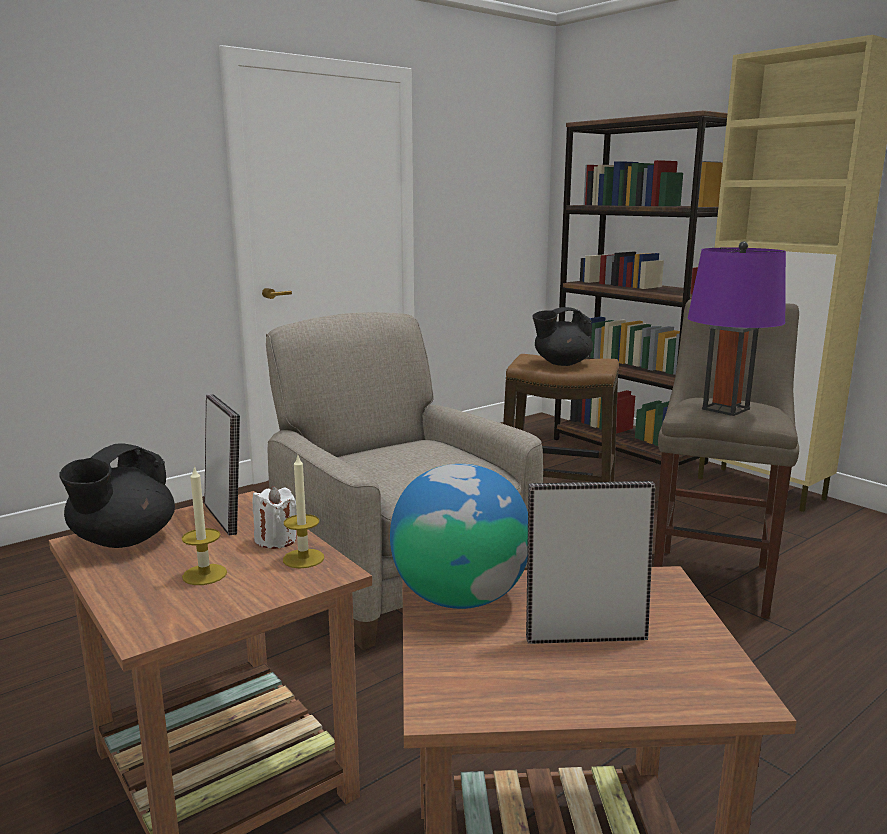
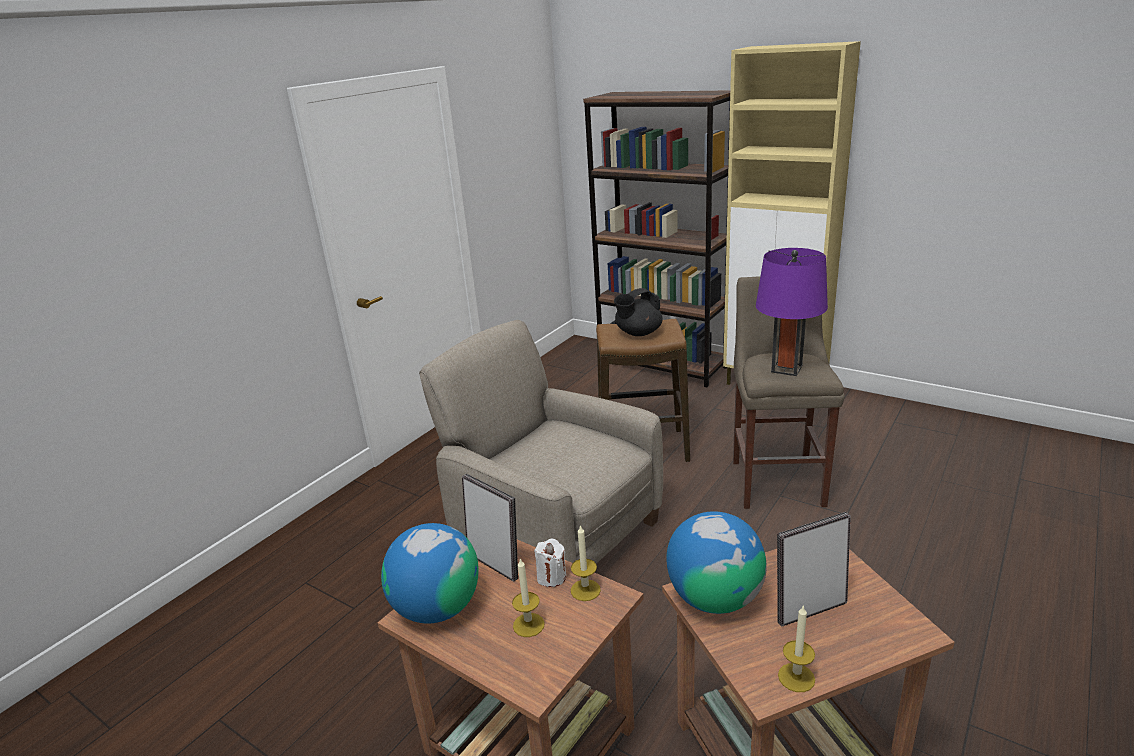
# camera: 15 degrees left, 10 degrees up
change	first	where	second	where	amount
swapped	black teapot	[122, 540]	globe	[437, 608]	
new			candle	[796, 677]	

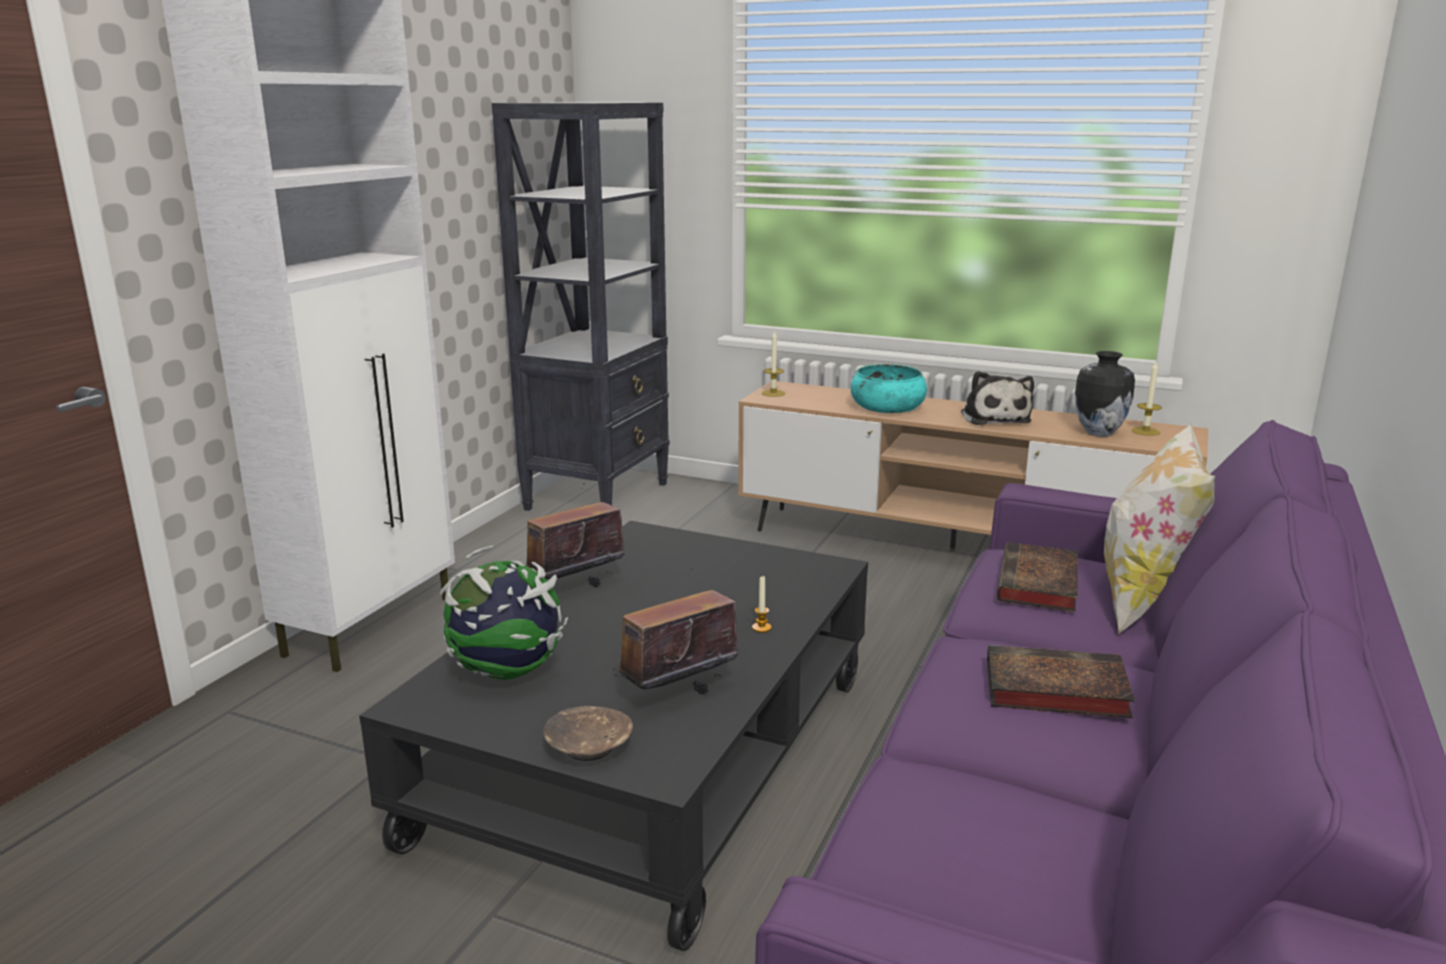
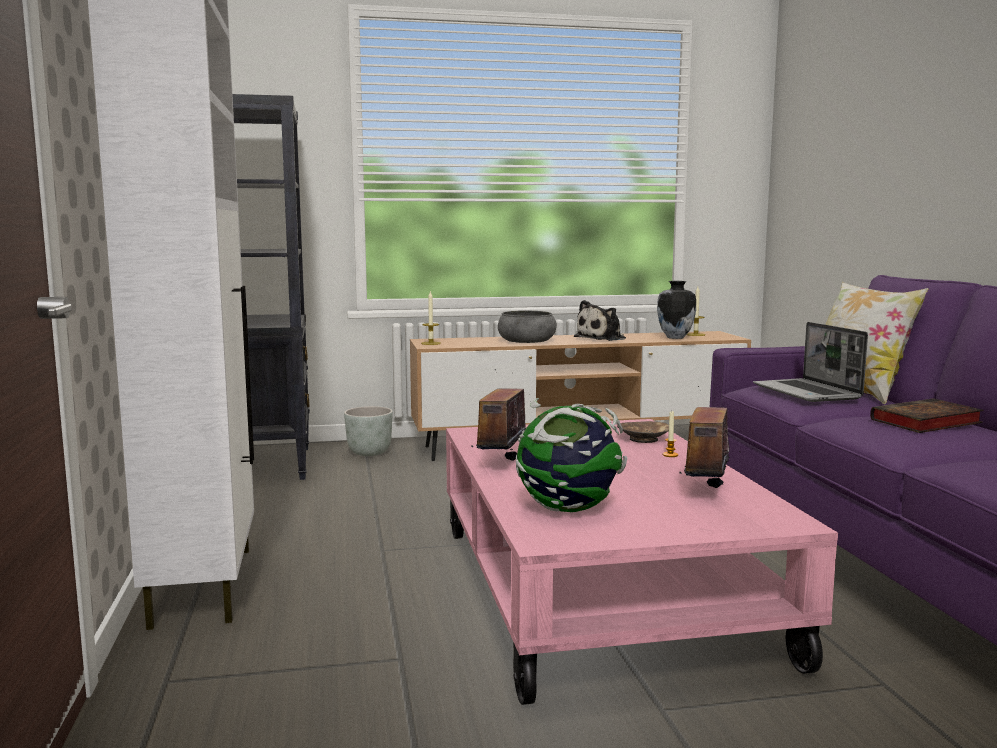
# camera: 35 degrees left, 10 degrees down
change	first	where	second	where	amount
repainted	black coffee table	[655, 759]	pink coffee table	[601, 591]	
shifted	brown bowl	[589, 747]		[644, 439]	
repainted	turquoise bowl	[887, 407]	grey bowl	[526, 341]	
rotated	plush toy	[994, 418]		[602, 338]	90 degrees clockwise
swapped	book	[1039, 585]	laptop	[808, 392]	
new			grey planter	[369, 453]	

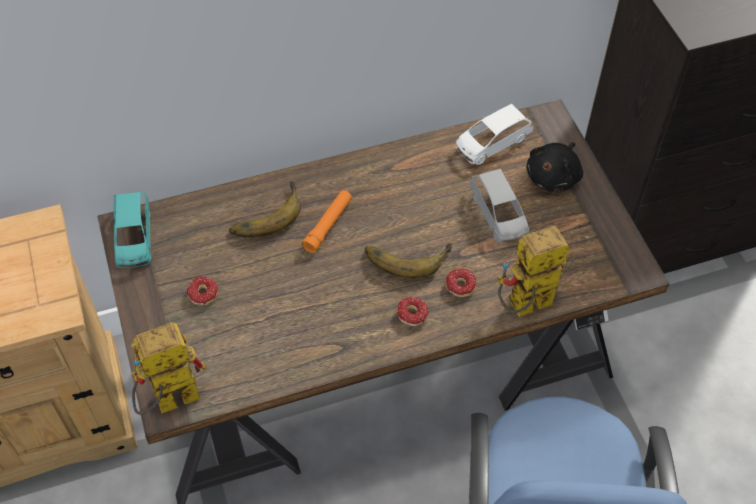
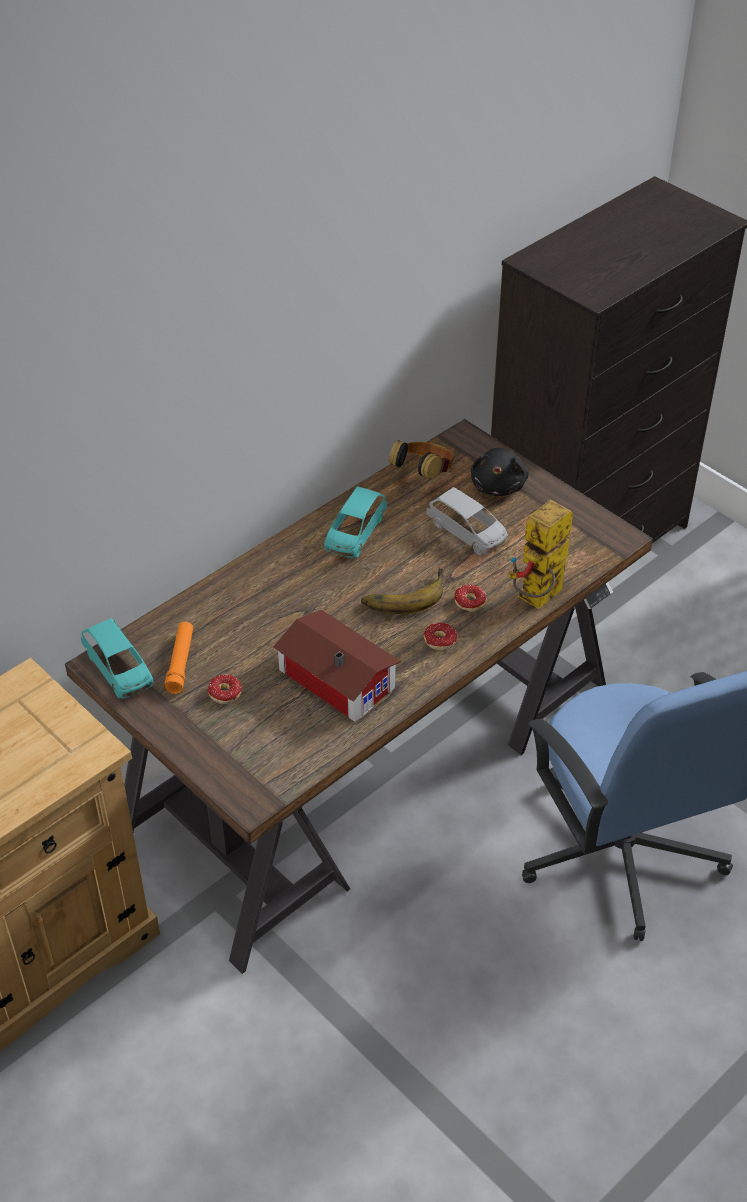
# camera: 25 degrees left, 10 degrees down
change	first	where	second	where	amount
gone	toy robot	[168, 403]			
gone	banana	[264, 214]			
shifted	orange flashlight	[328, 225]		[180, 662]	
swapped	white toy car	[492, 143]	headphones	[423, 475]	
new			toy house	[336, 675]	
new			turquoise toy car	[355, 534]	

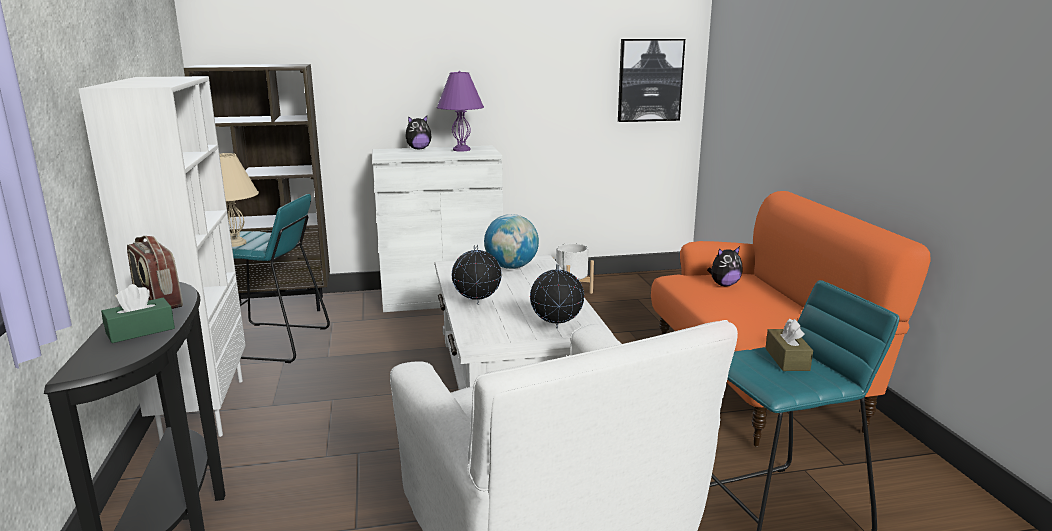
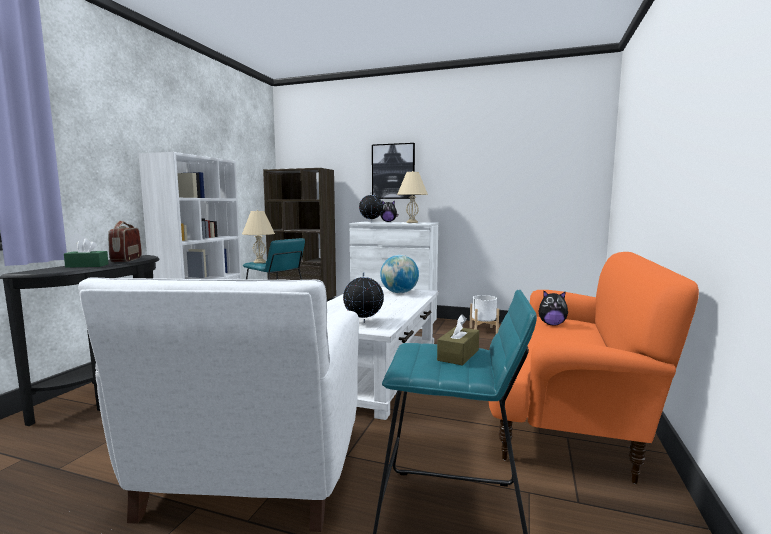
# camera: 30 degrees right, 10 degrees down
change	first	where	second	where	amount
repainted	purple table lamp	[461, 150]	beige table lamp	[411, 222]	
shifted	globe	[477, 304]		[371, 222]	
shifted	picture	[650, 80]		[393, 171]	

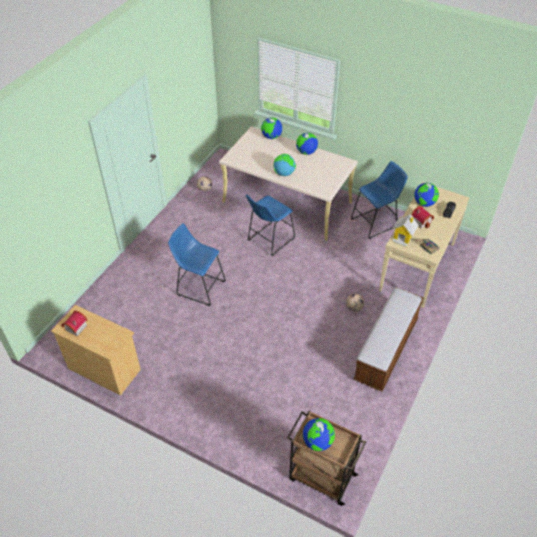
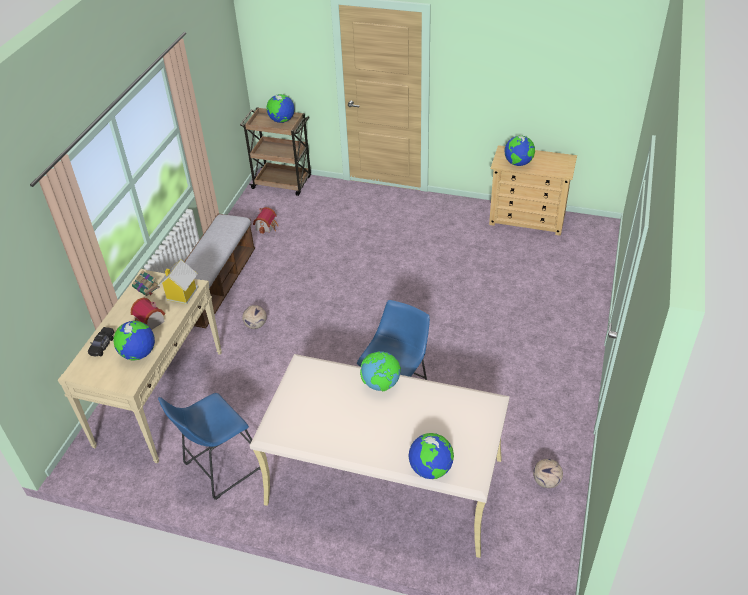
# camera: 170 degrees right, 5 degrees down
change	first	where	second	where	amount
shifted	toy house	[75, 328]		[267, 226]	
gone	blue stool	[199, 287]			
shifted	globe	[306, 152]		[518, 163]	

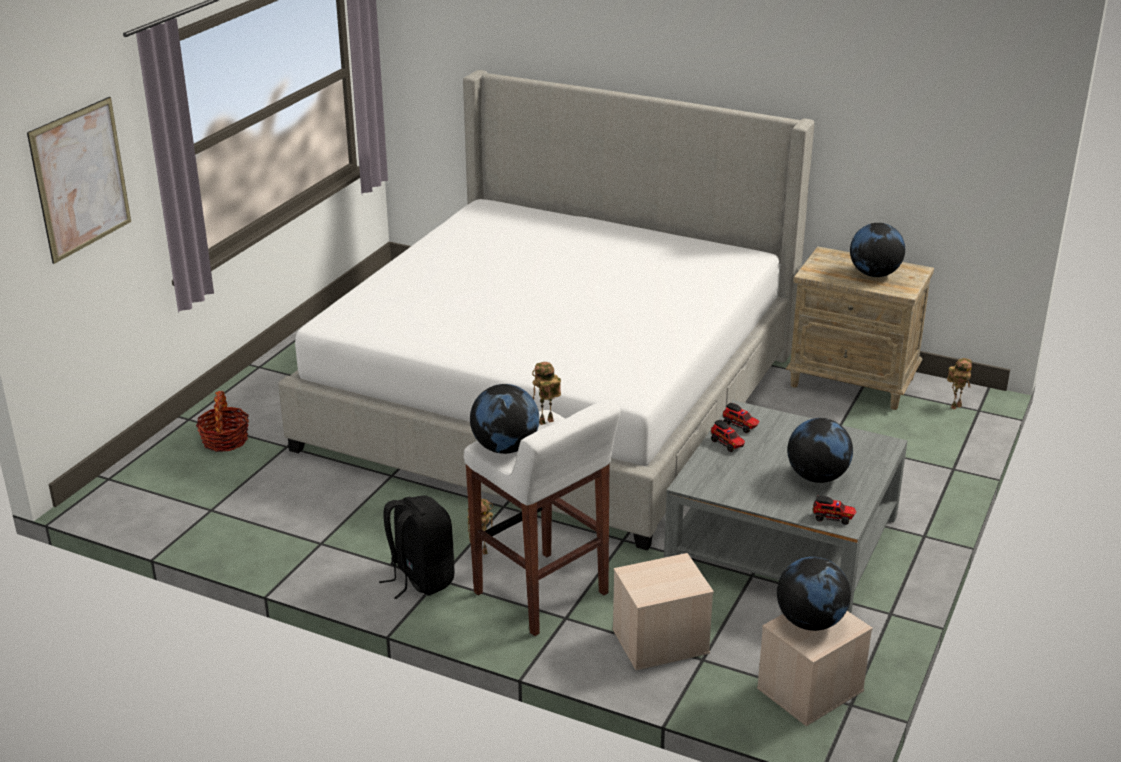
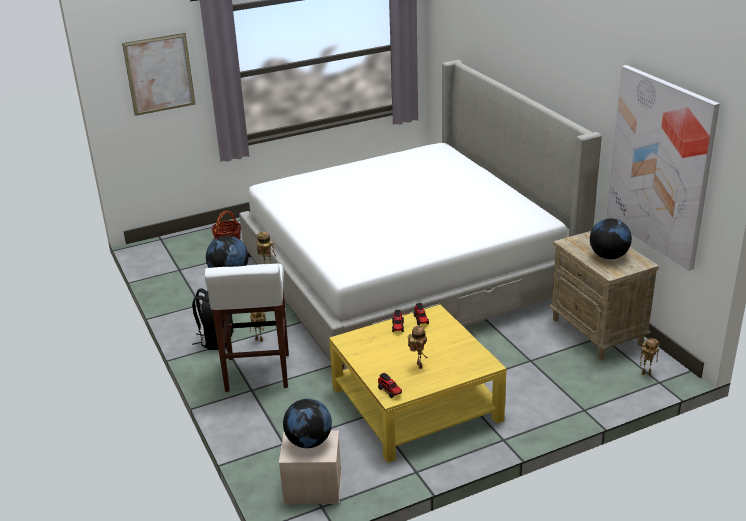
# camera: 40 degrees right, 0 degrees up
change	first	where	second	where	amount
gone	beige storage box	[659, 642]			
repainted	grey coffee table	[783, 541]	yellow coffee table	[415, 404]	
swapped	globe	[817, 477]	toy robot	[418, 365]	
new			picture	[660, 166]	

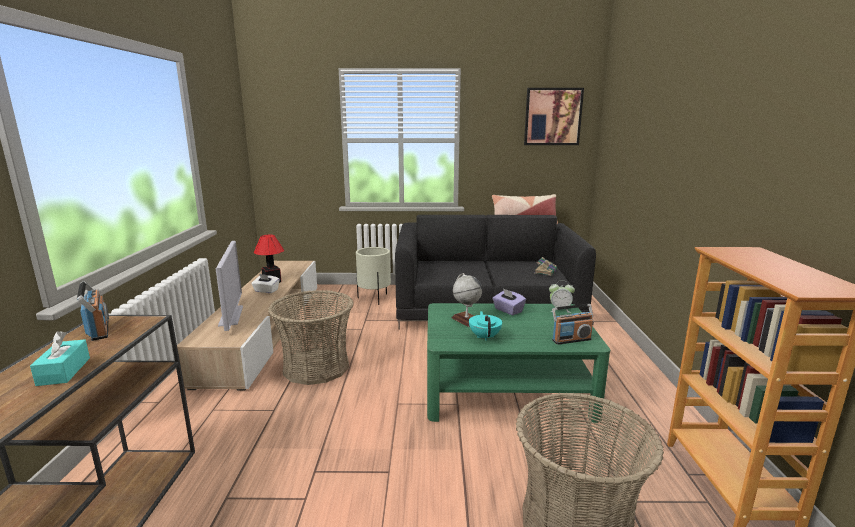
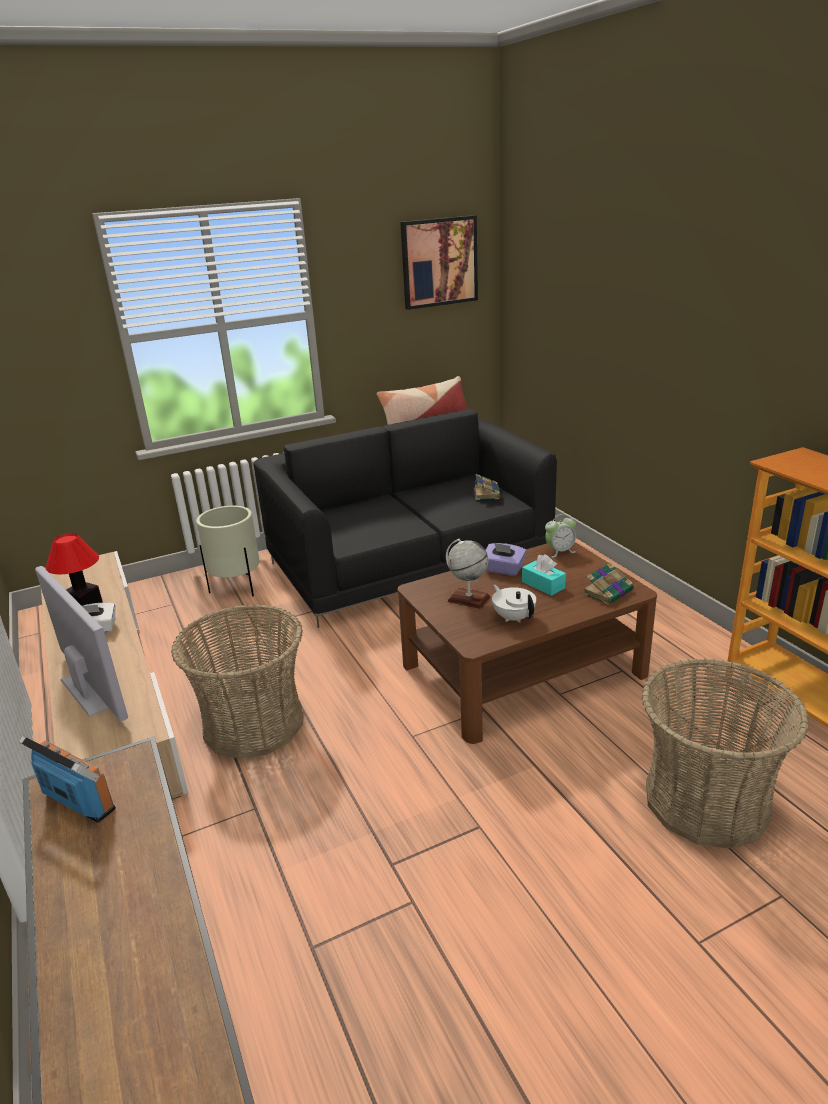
# camera: 25 degrees left, 10 degrees up
change	first	where	second	where	amount
shifted	turquoise tissue box	[64, 371]		[543, 585]	
repainted	green coffee table	[506, 388]	brown coffee table	[522, 669]	
repainted	turquoise teapot	[485, 336]	white teapot	[513, 617]	
swapped	radio	[571, 340]	book	[608, 592]	

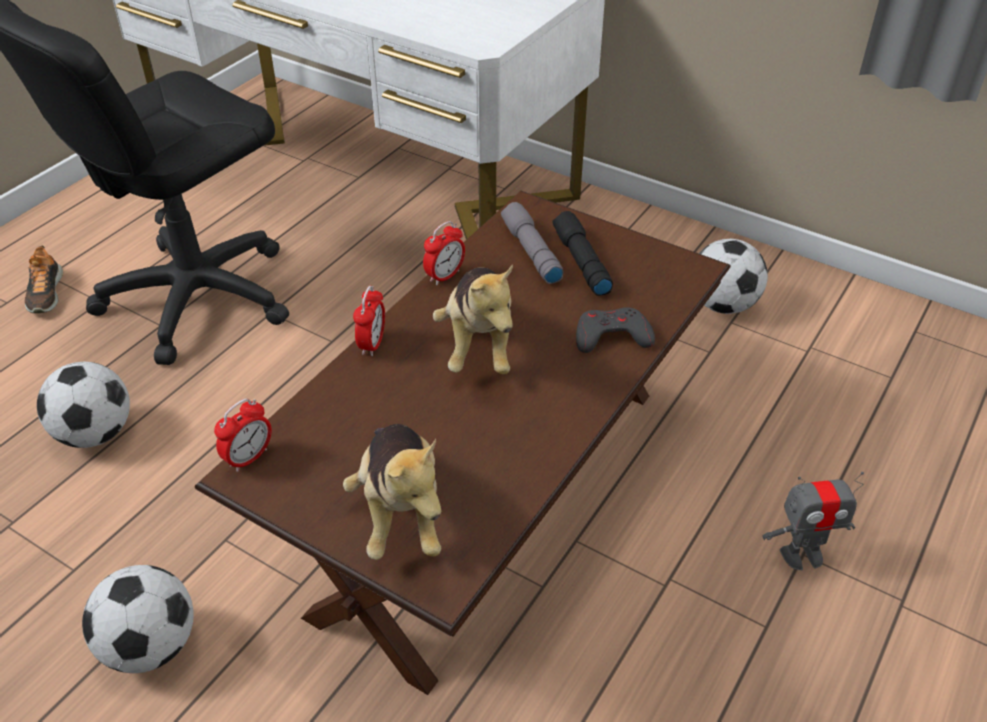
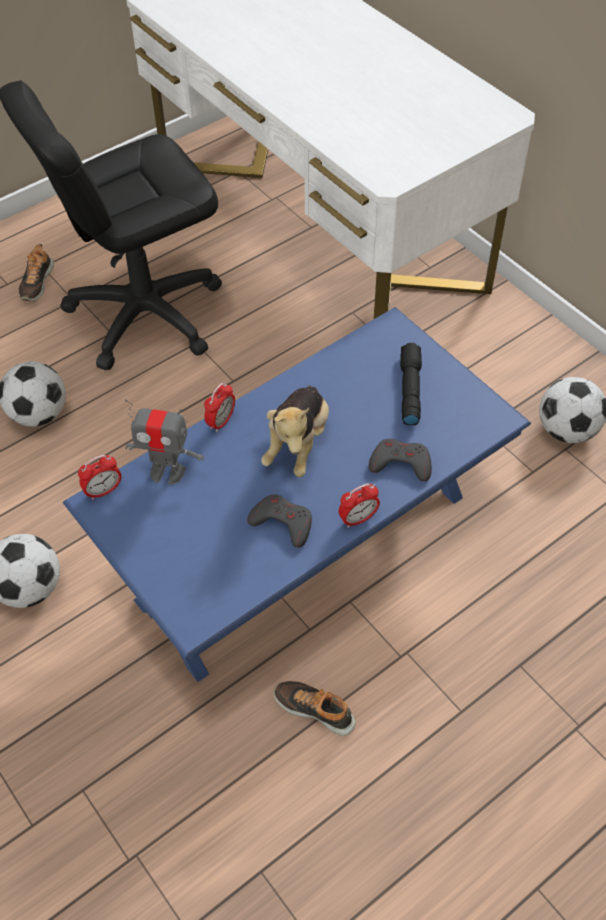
# camera: 20 degrees right, 10 degrees up
change	first	where	second	where	amount
repainted	brown coffee table	[492, 494]	blue coffee table	[303, 546]	
gone	plush toy	[400, 512]			
shifted	alarm clock	[444, 276]		[358, 519]	
gone	grey flashlight	[530, 252]			
shifted	toy robot	[802, 555]		[167, 471]	
new			grey game controller	[282, 523]	
new			shoe	[315, 709]	

